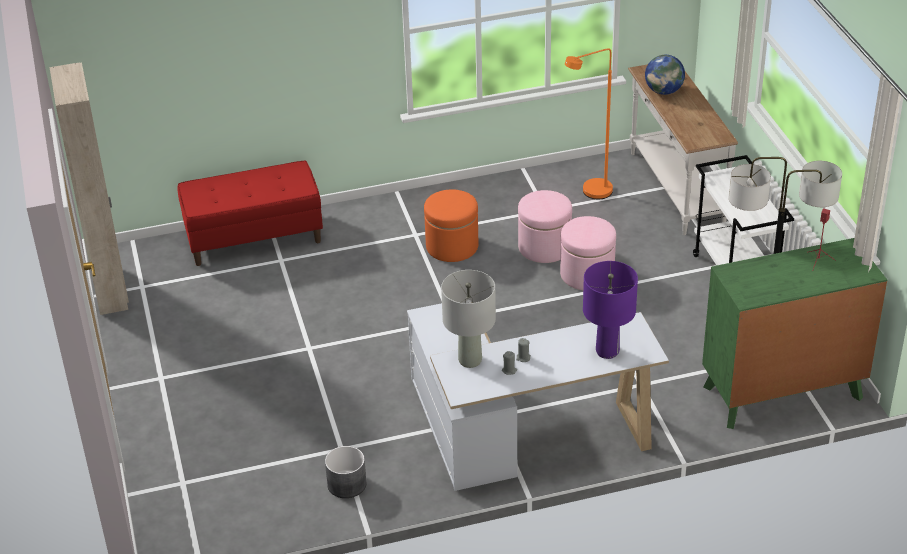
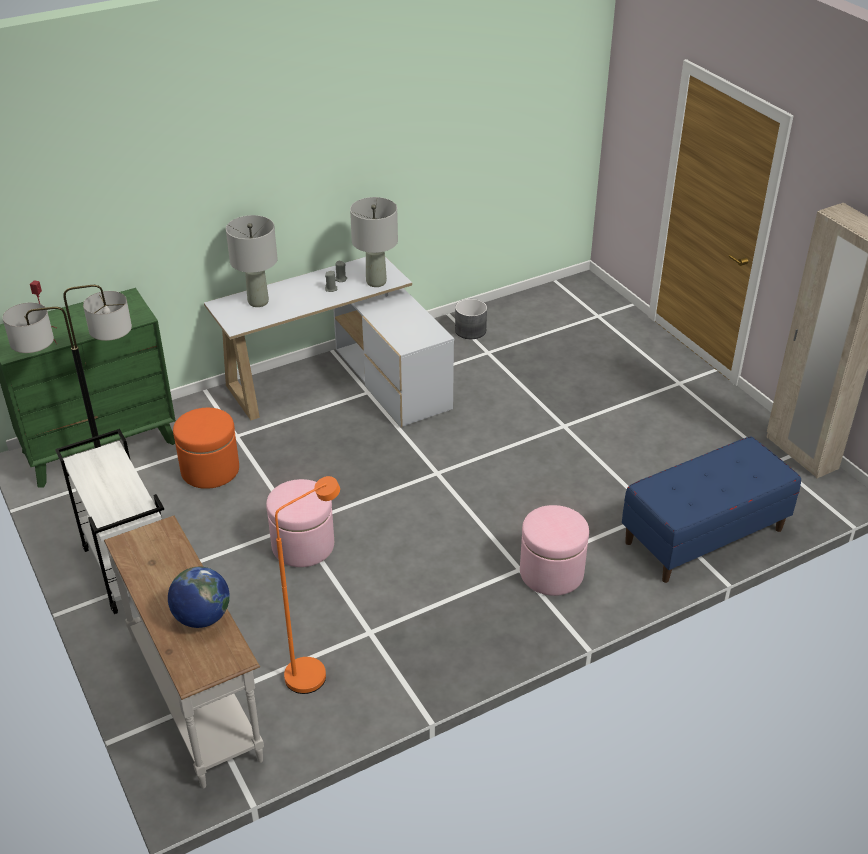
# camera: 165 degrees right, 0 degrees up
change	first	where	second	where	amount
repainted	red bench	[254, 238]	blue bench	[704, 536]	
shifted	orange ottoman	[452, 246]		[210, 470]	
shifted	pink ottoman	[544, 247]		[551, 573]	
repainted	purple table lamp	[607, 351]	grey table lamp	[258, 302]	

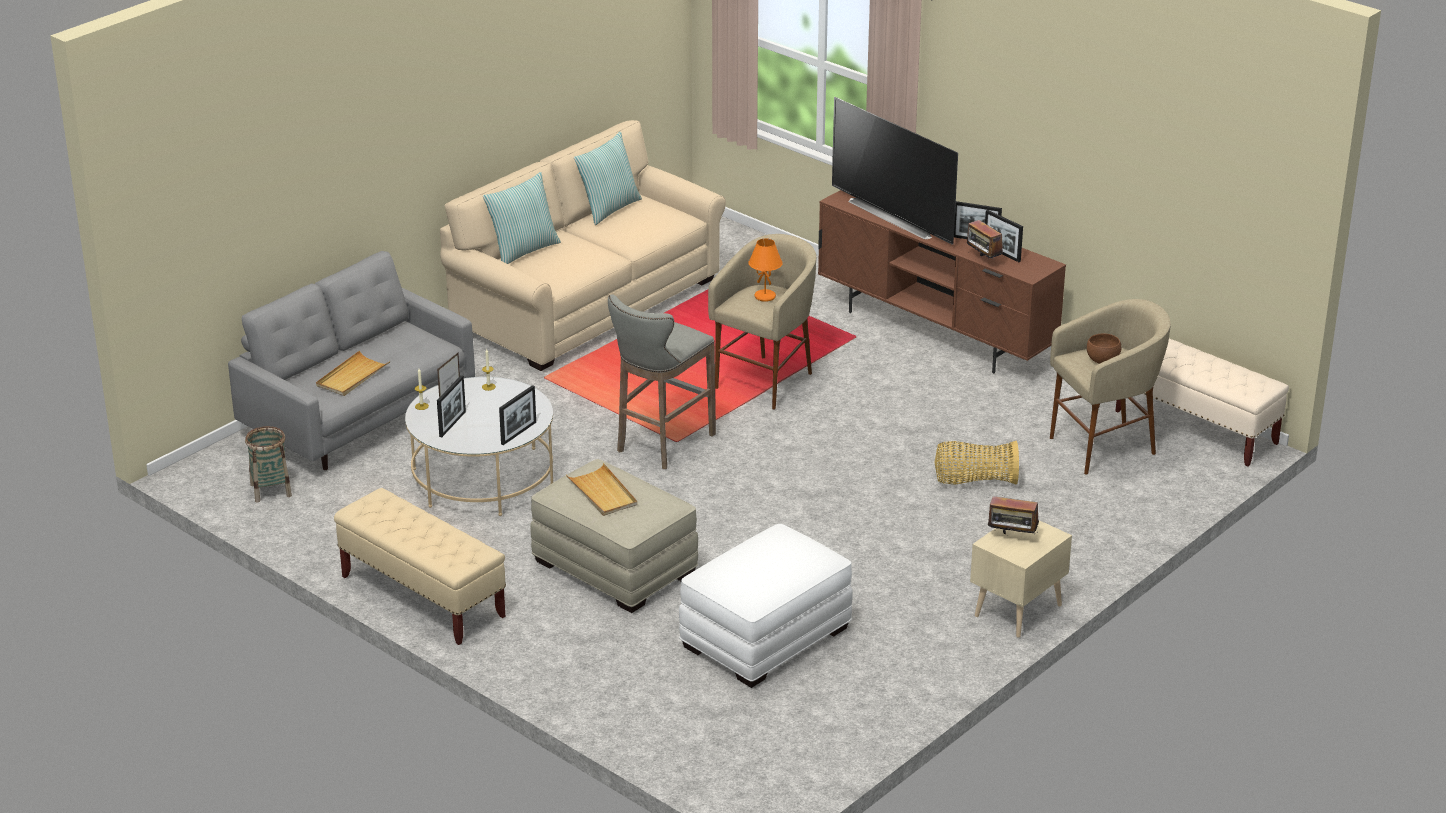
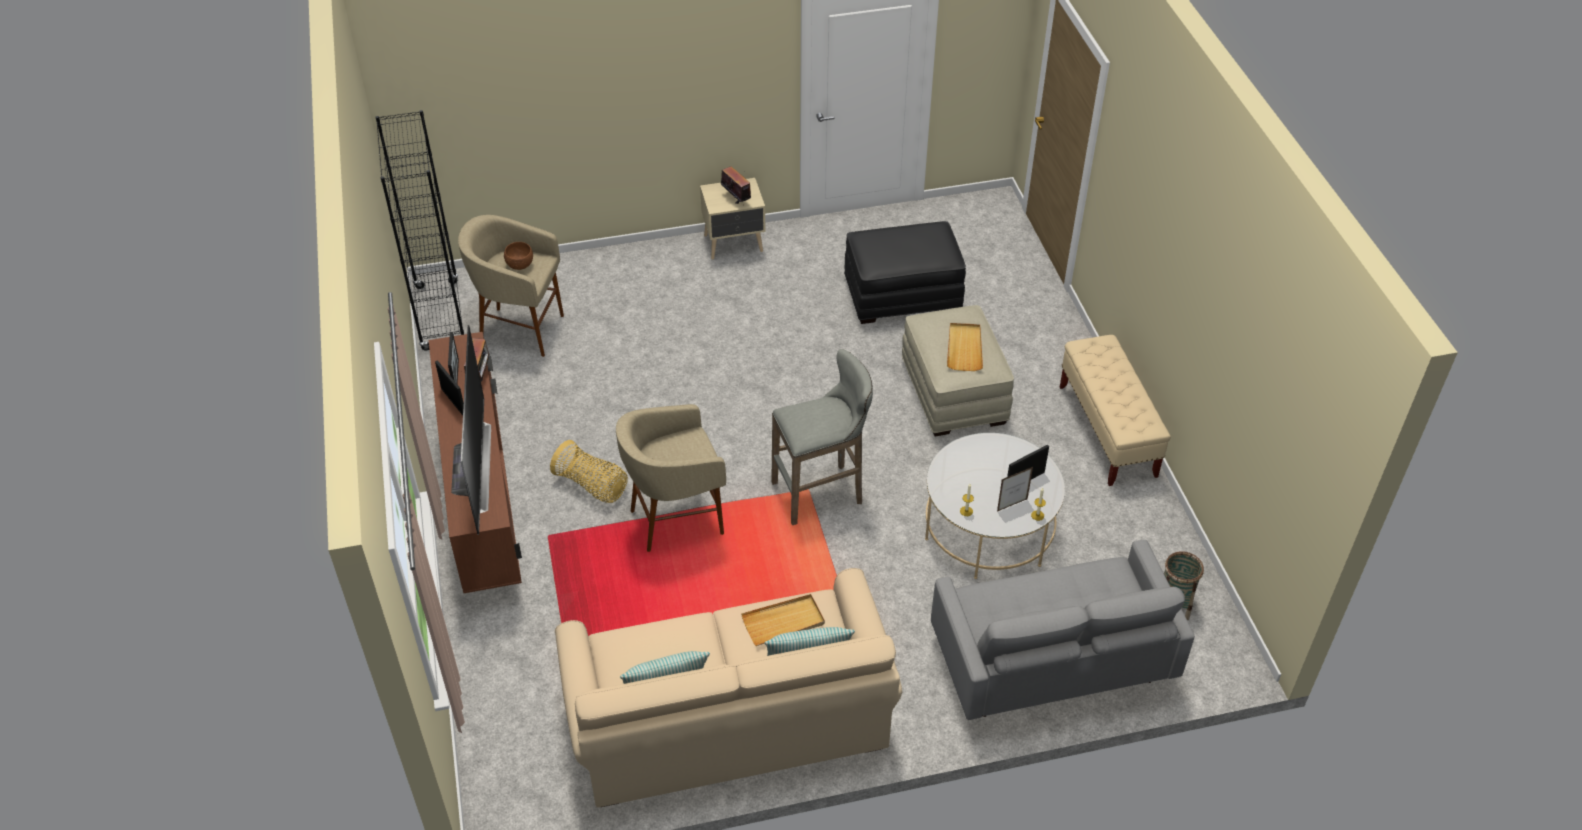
# camera: 145 degrees left, 15 degrees up
change	first	where	second	where	amount
shifted	beige tray	[352, 376]		[783, 622]	
gone	picture frame	[518, 433]			
repainted	white ottoman	[765, 638]	black ottoman	[903, 295]	
gone	orange table lamp	[765, 296]			
shifted	basket	[974, 481]		[592, 486]	
swapped	beige bench	[1196, 428]	black bookcase	[440, 315]	

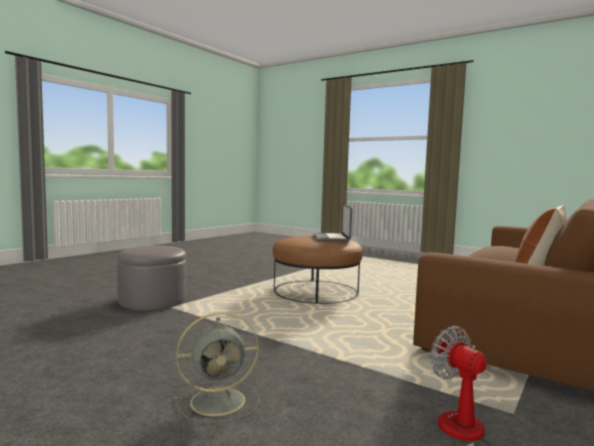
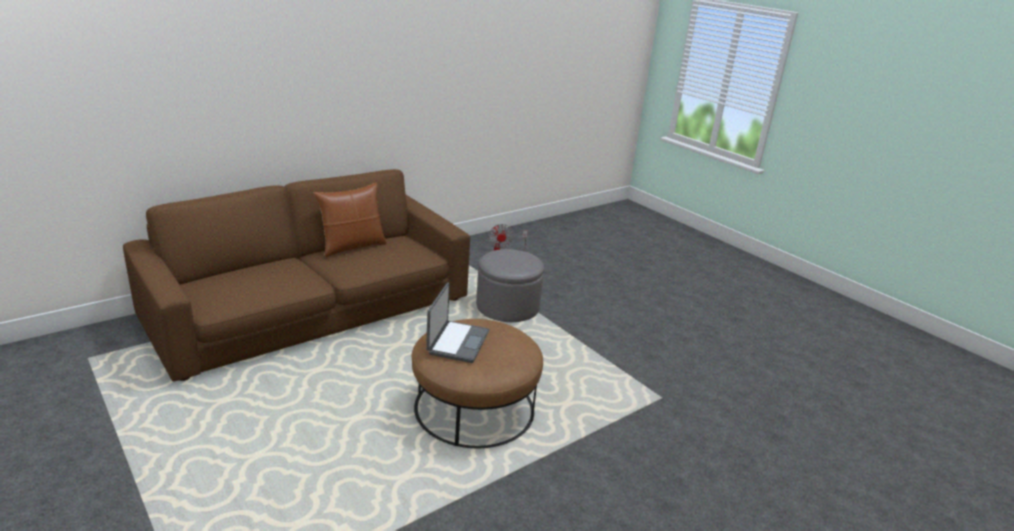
# camera: 165 degrees left, 20 degrees up
change	first	where	second	where	amount
shifted	grey ottoman	[152, 300]		[507, 306]	
gone	grey fan	[220, 401]			

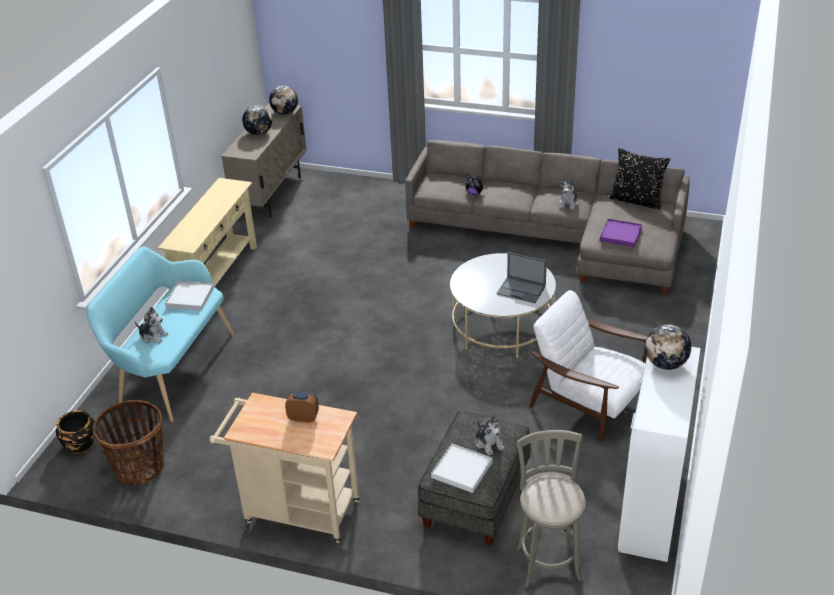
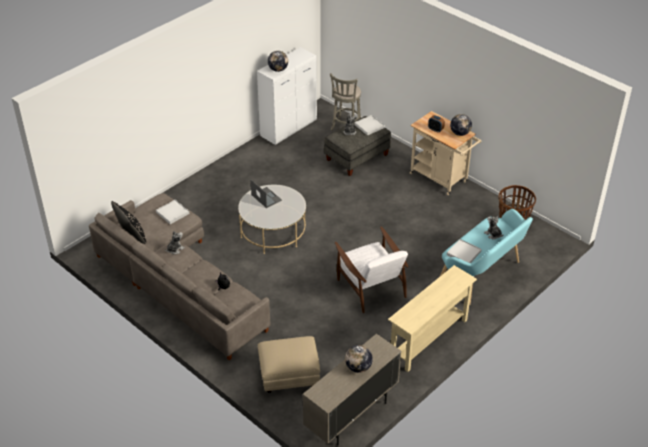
# camera: 155 degrees left, 5 degrees up
change	first	where	second	where	amount
gone	black planter	[80, 444]			
shifted	globe	[285, 113]		[460, 133]	
shifted	white armchair	[589, 402]		[371, 286]	
repainted	purple tray	[620, 235]	white tray	[172, 213]	
new			beige ottoman	[288, 377]	

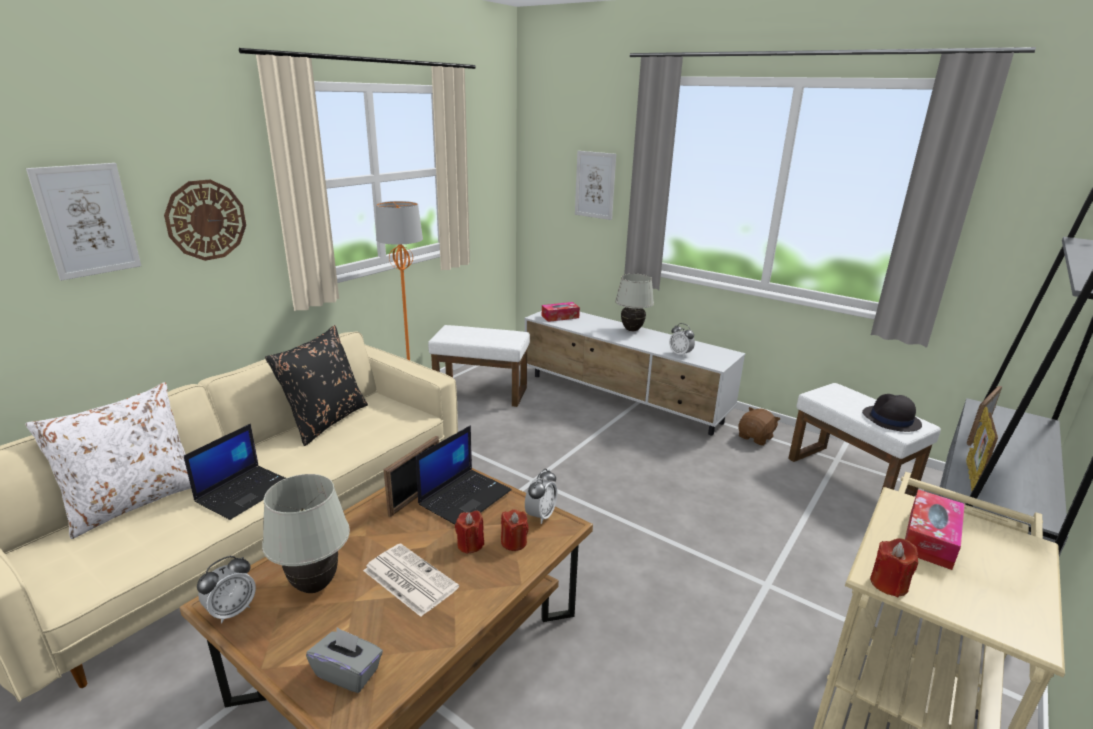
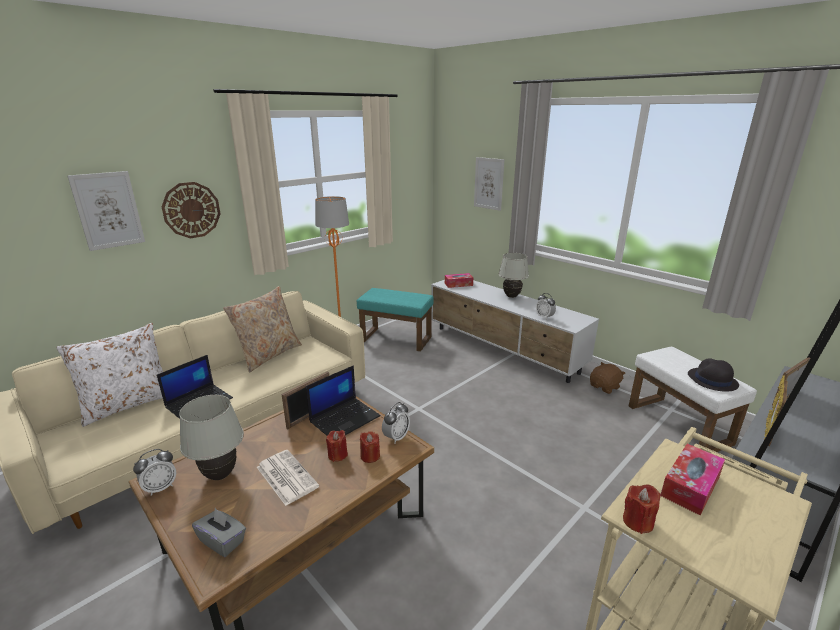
# camera: 10 degrees right, 0 degrees up
change	first	where	second	where	amount
repainted	black pillow	[325, 421]	beige pillow	[269, 355]	
repainted	white ottoman	[479, 393]	turquoise ottoman	[395, 339]	

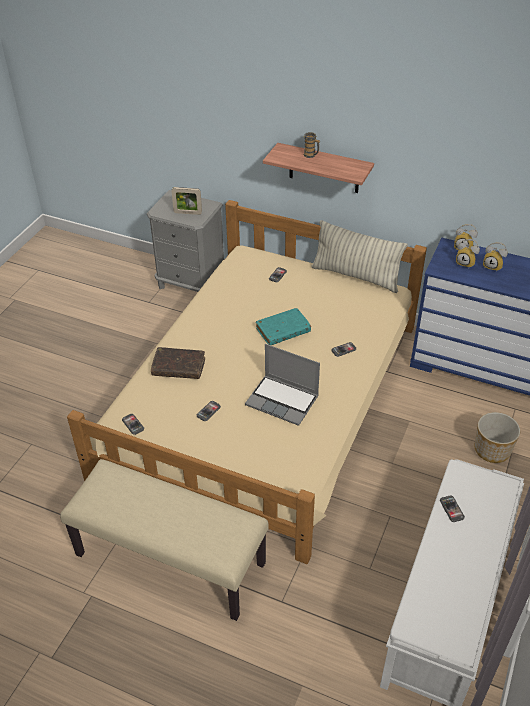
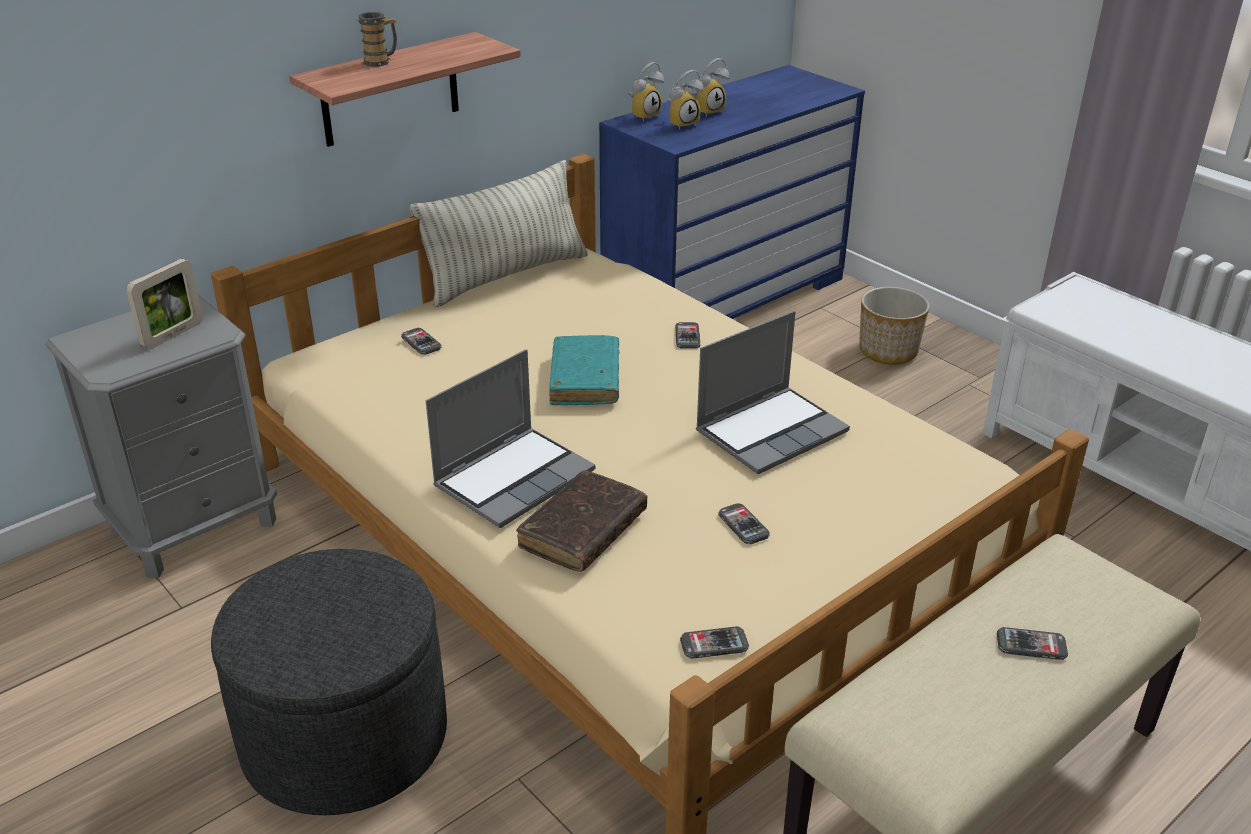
# camera: 65 degrees left, 10 degrees down
change	first	where	second	where	amount
shifted	phone	[451, 509]		[1031, 645]	
new			grey ottoman	[345, 737]	
new			laptop	[514, 478]	

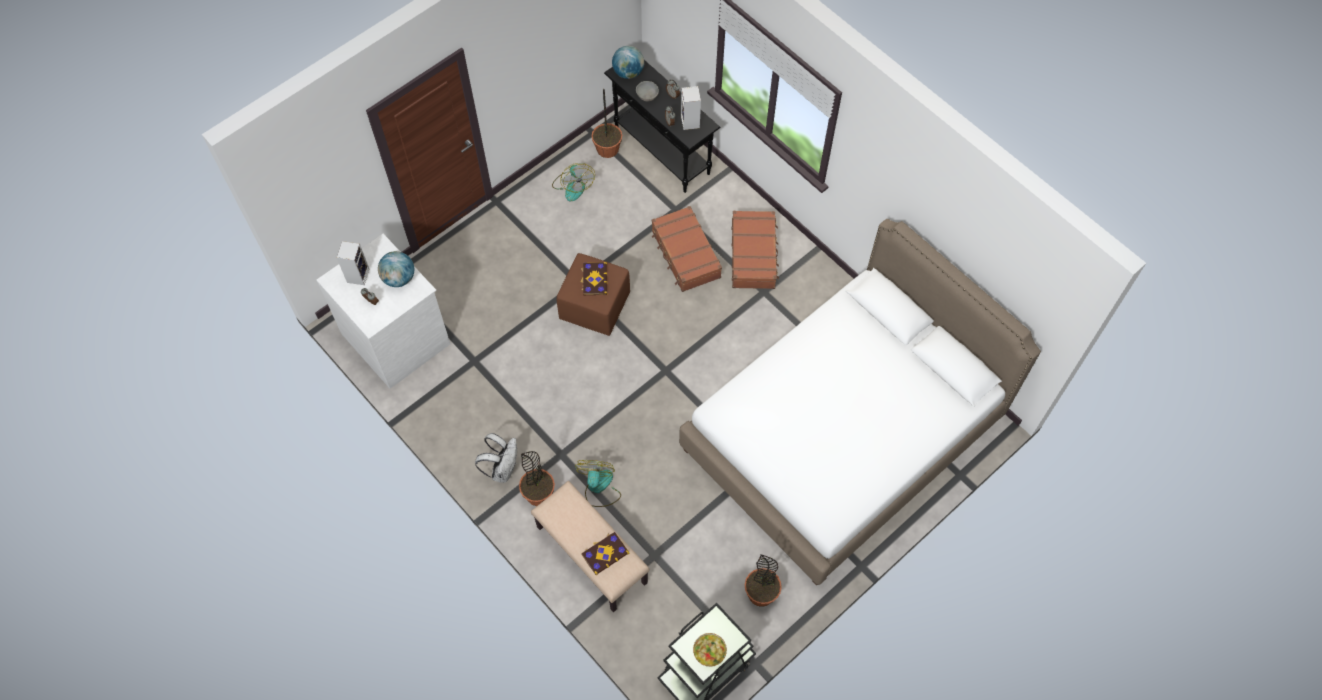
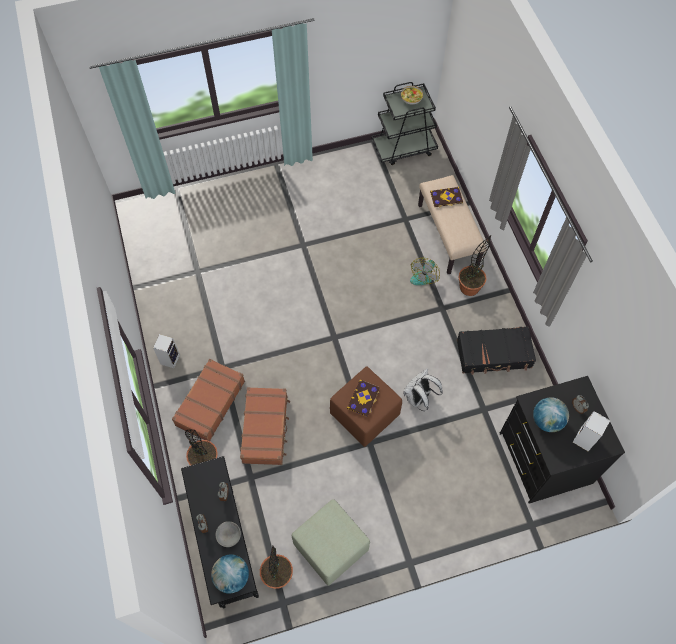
# camera: 155 degrees left, 0 degrees up
change	first	where	second	where	amount
repainted	white dresser	[397, 338]	black dresser	[543, 458]	
shifted	white backpack	[503, 469]		[418, 398]	
swapped	fan	[573, 186]	green ottoman	[330, 546]	
gone	white bed	[842, 433]			
shifted	speaker	[690, 122]		[170, 358]	
shifted	potted plant	[761, 593]		[205, 461]	
new			black suitcase	[494, 354]	

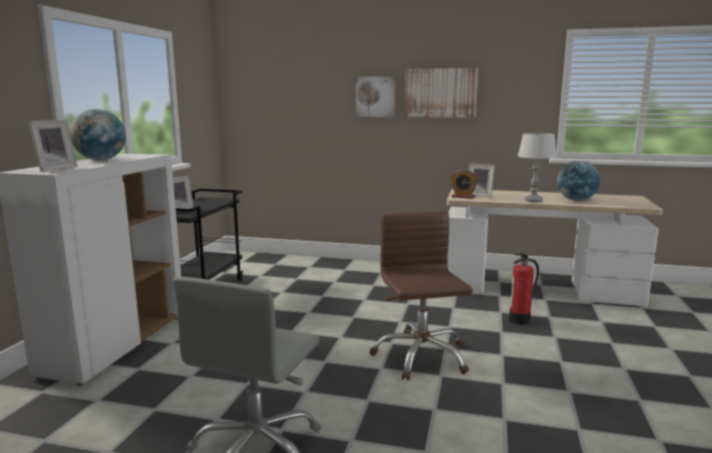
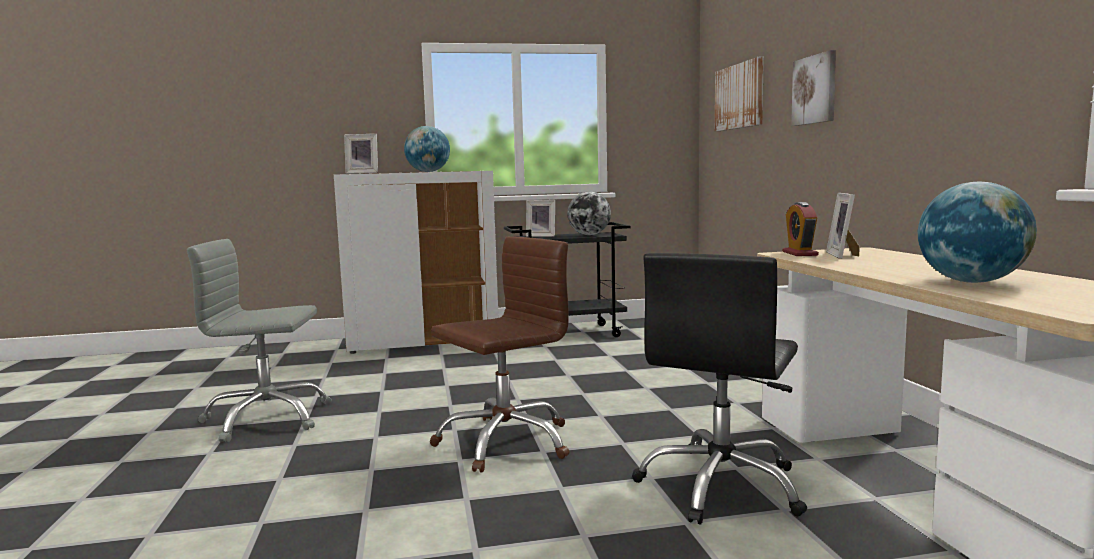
# camera: 65 degrees right, 5 degrees down
change	first	where	second	where	amount
shifted	picture	[440, 93]		[739, 96]	
swapped	fire extinguisher	[519, 320]	black office chair	[721, 486]	
gone	grey table lamp	[533, 201]			
new			globe	[589, 235]	

